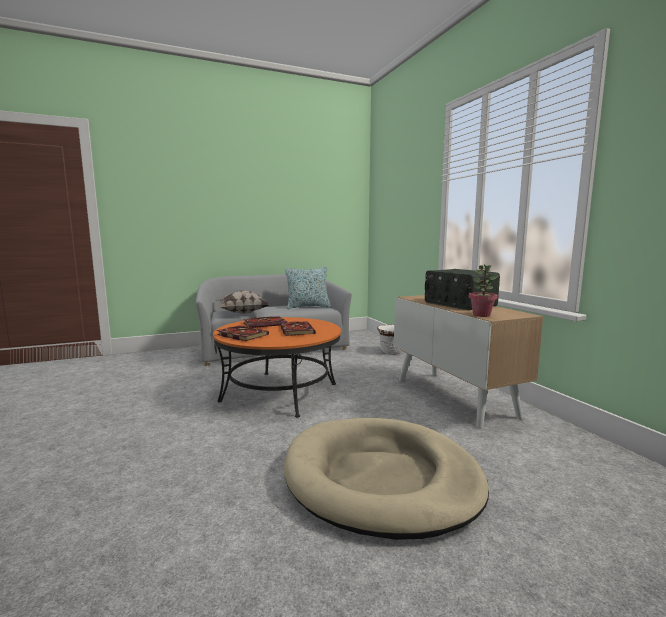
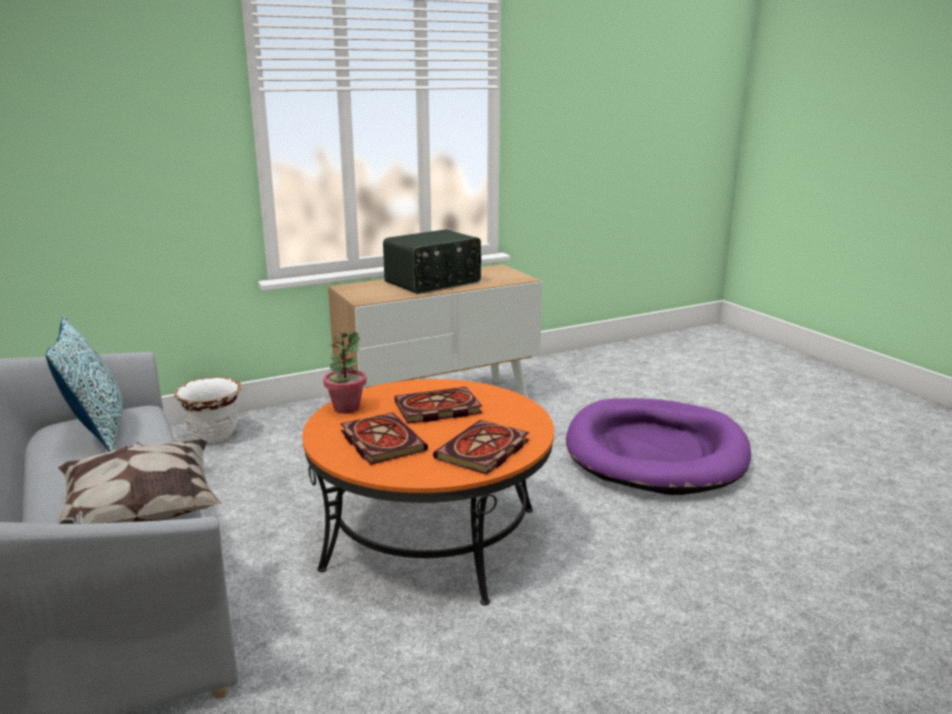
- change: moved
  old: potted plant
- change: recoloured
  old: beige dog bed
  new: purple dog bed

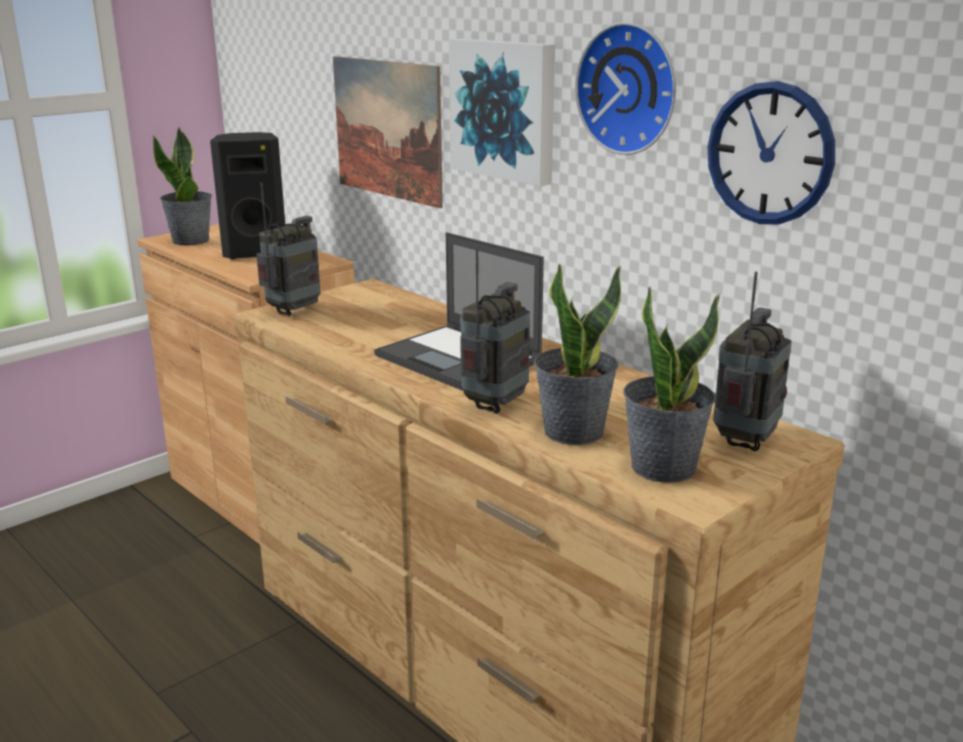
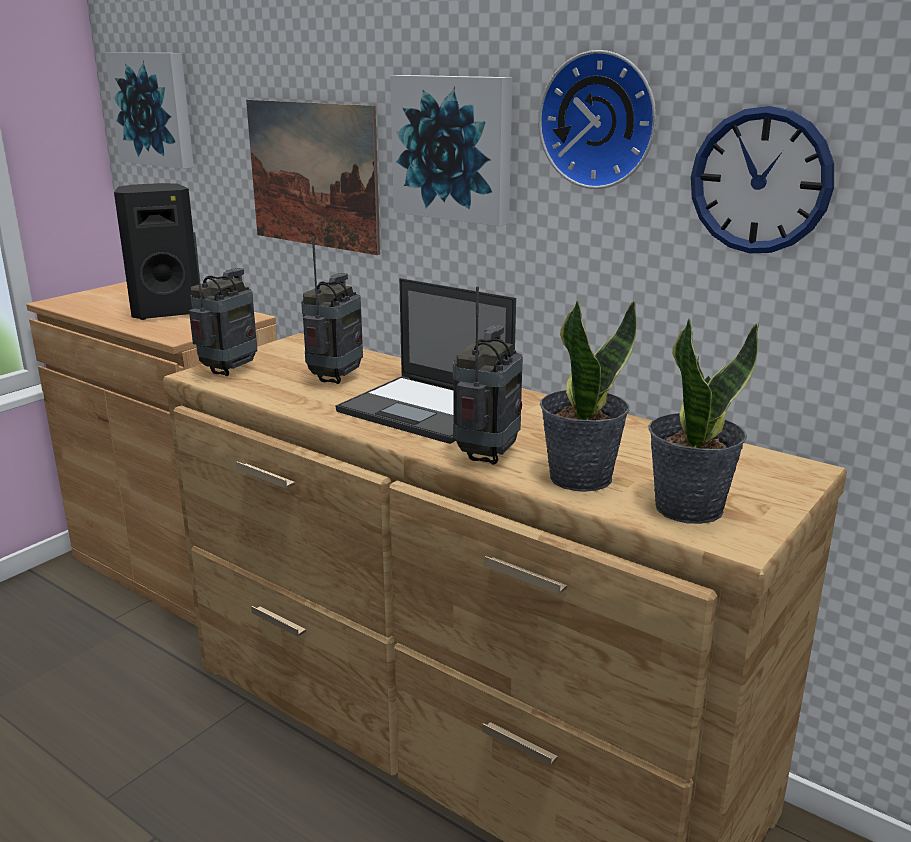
- change: removed
  old: potted plant (1st from left)
- change: moved
  old: radio (3rd from left in the first image)
  new: radio (2nd from left)
- change: added
  new: picture (1st from left)

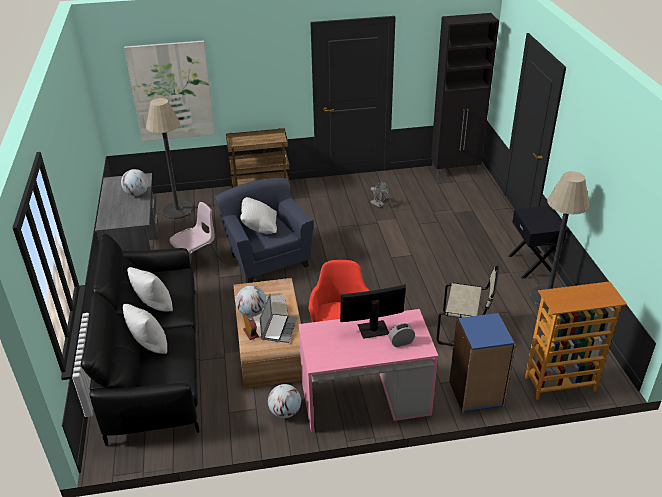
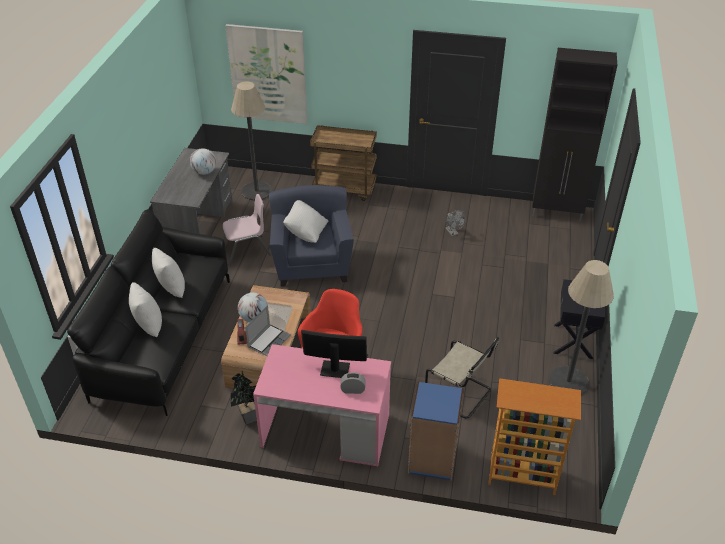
- change: replaced
  old: globe (3rd from left)
  new: potted plant

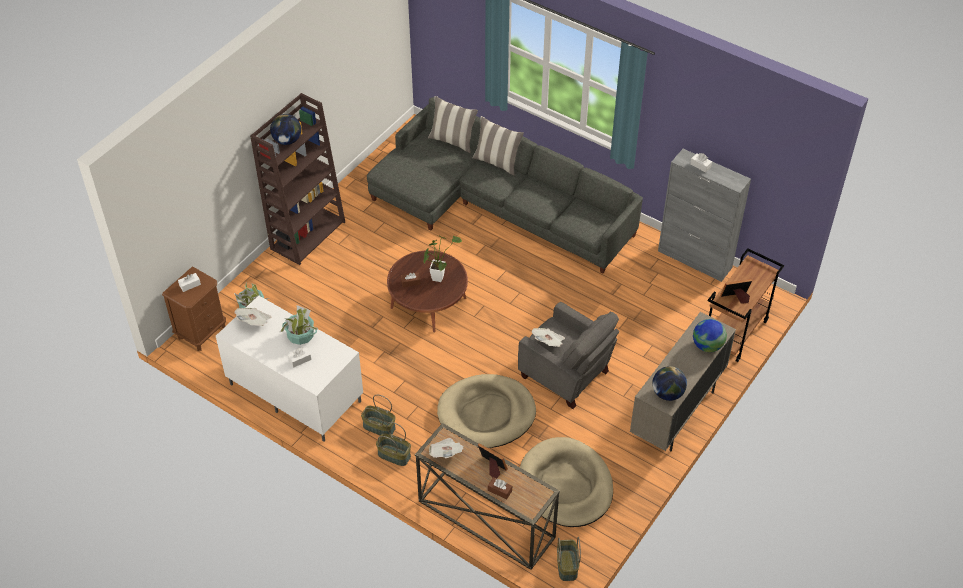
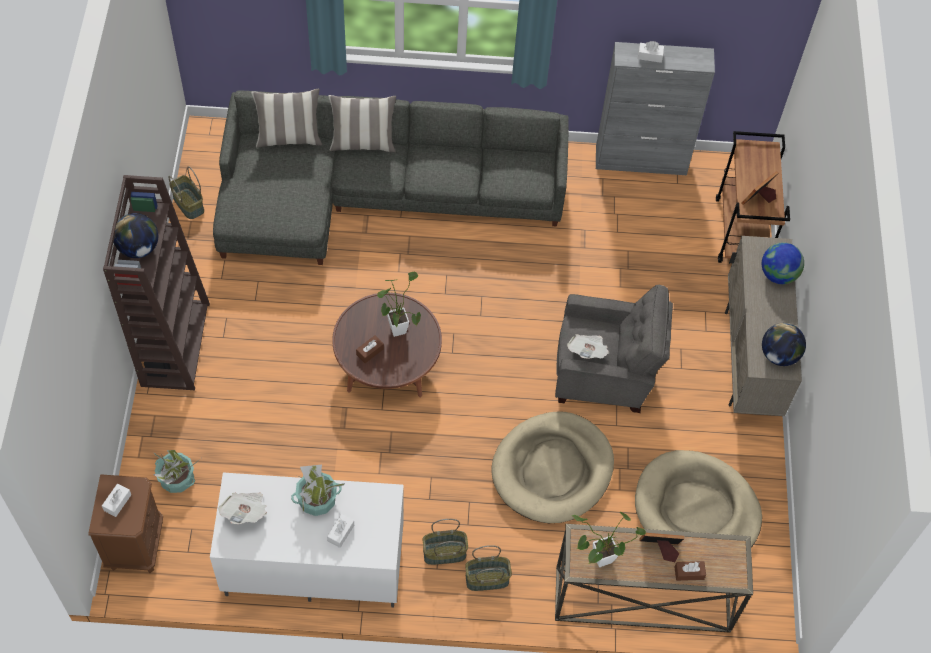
- change: replaced
  old: newspaper (2nd from left)
  new: potted plant (4th from left)
- change: moved
  old: basket (3rd from left in the first image)
  new: basket (1st from left)

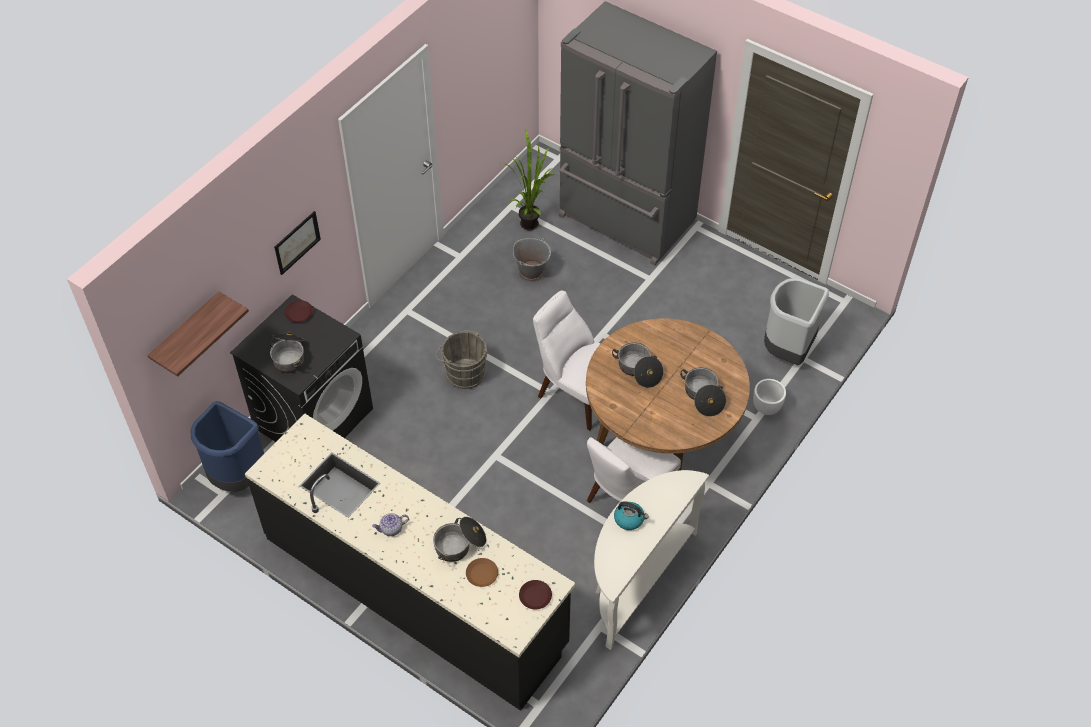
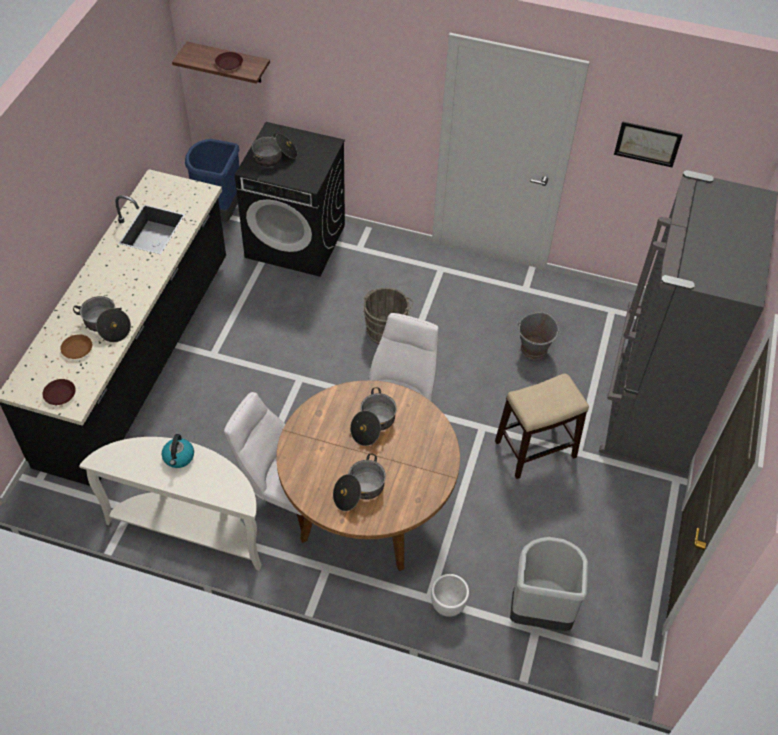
- change: removed
  old: potted plant
- change: moved
  old: picture
- change: moved
  old: brown plate (1st from left in the first image)
  new: brown plate (3rd from left)
- change: removed
  old: teapot
- change: added
  new: stool

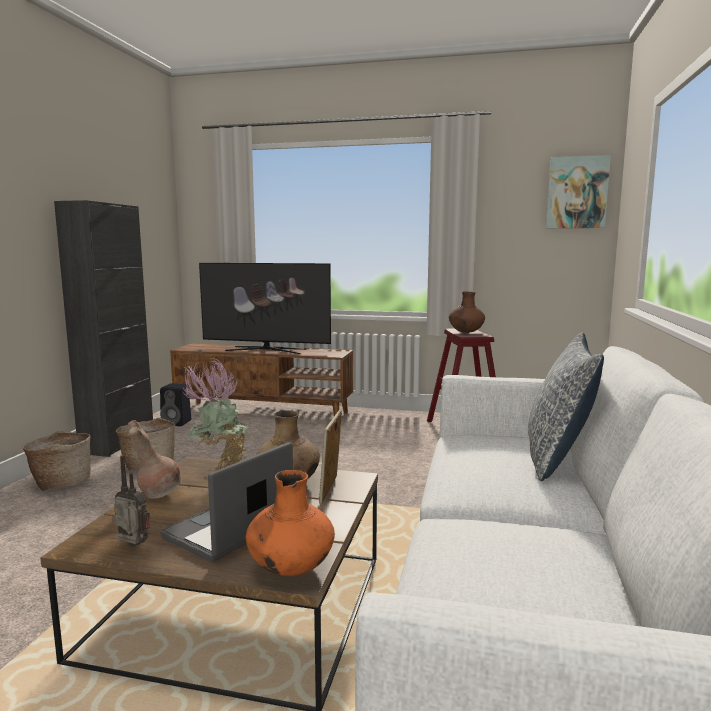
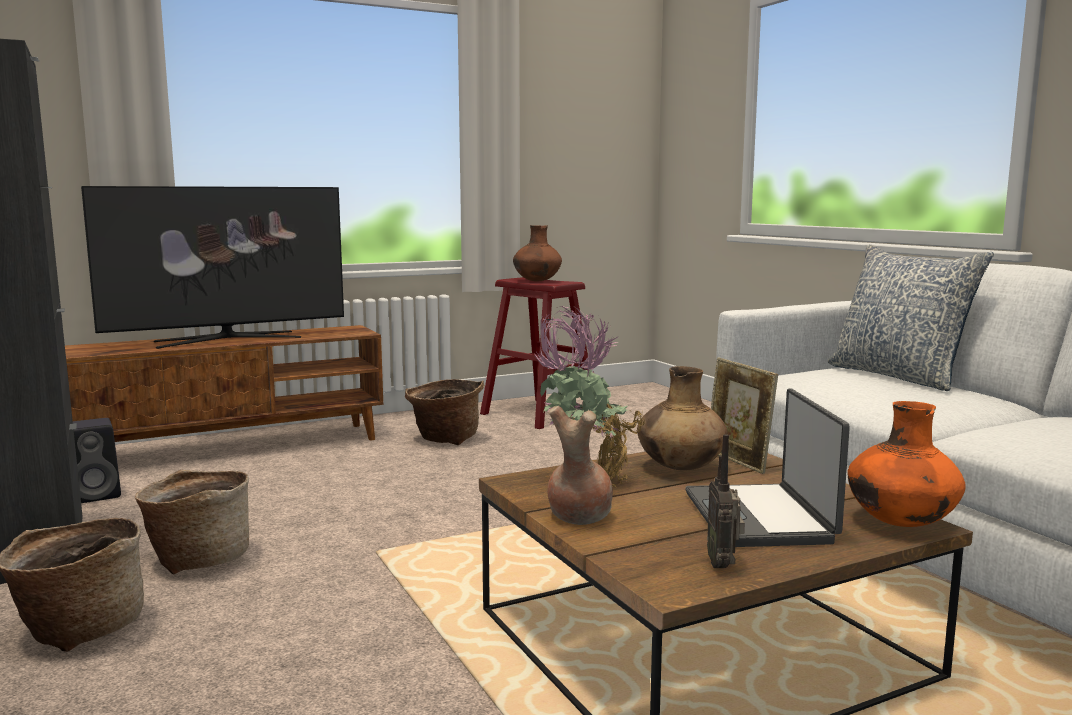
- change: removed
  old: picture
- change: turned
  old: radio
  degrees: -75
- change: added
  new: basket (3rd from left)

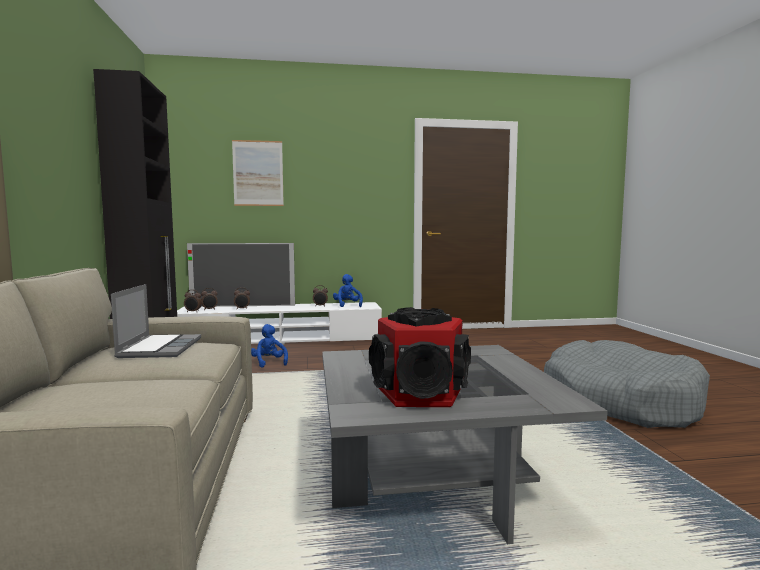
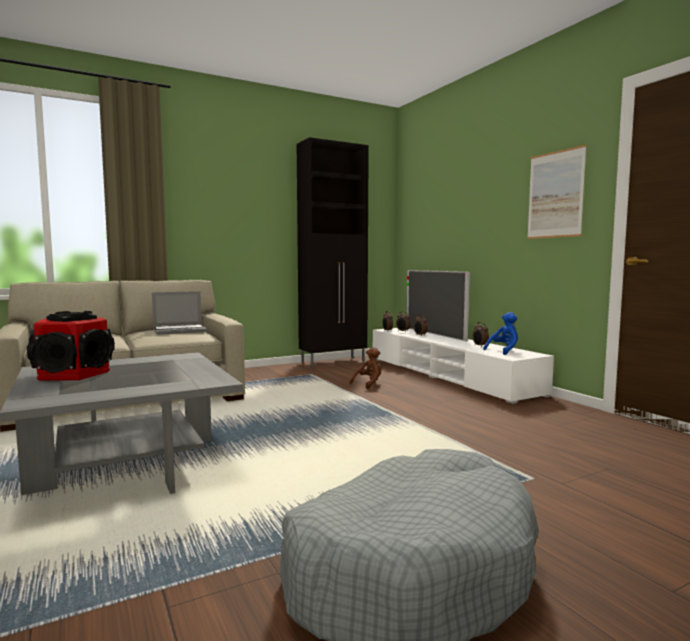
- change: moved
  old: picture
- change: recoloured
  old: blue plush toy (1st from left)
  new: brown plush toy

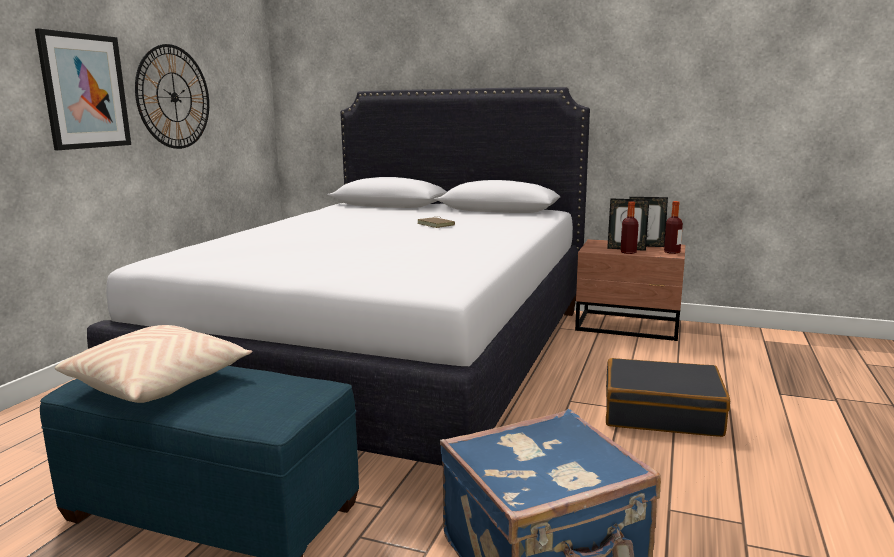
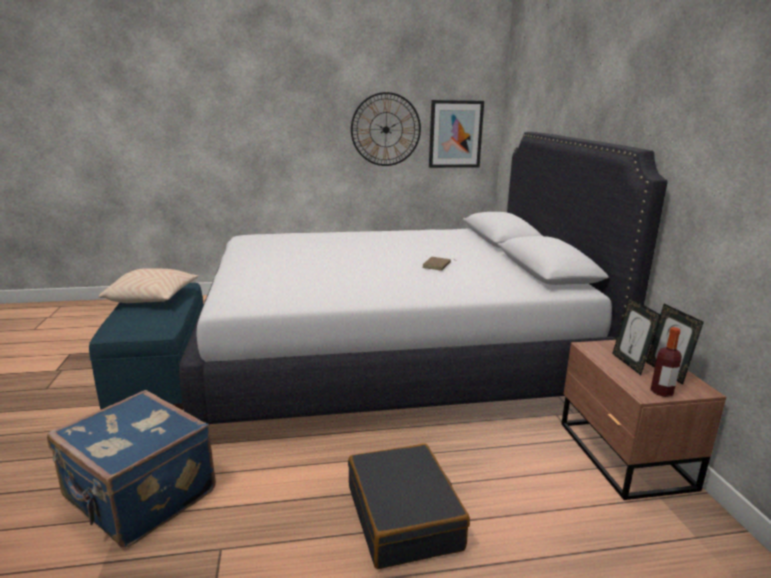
- change: moved
  old: picture
- change: removed
  old: bottle (1st from left)

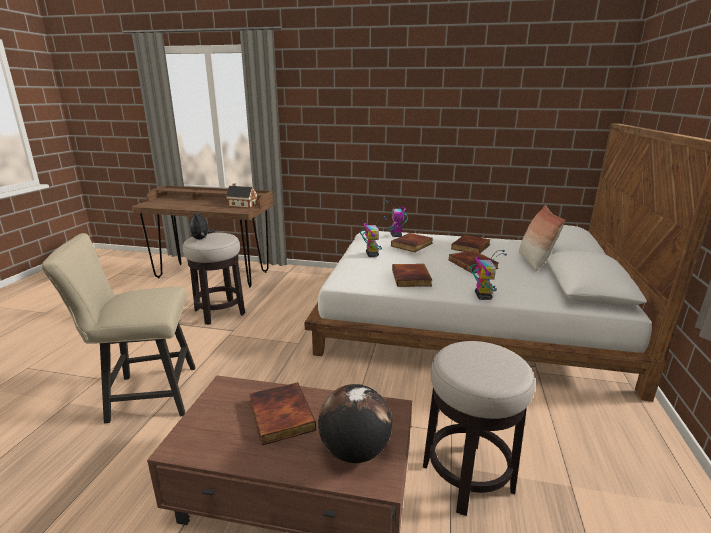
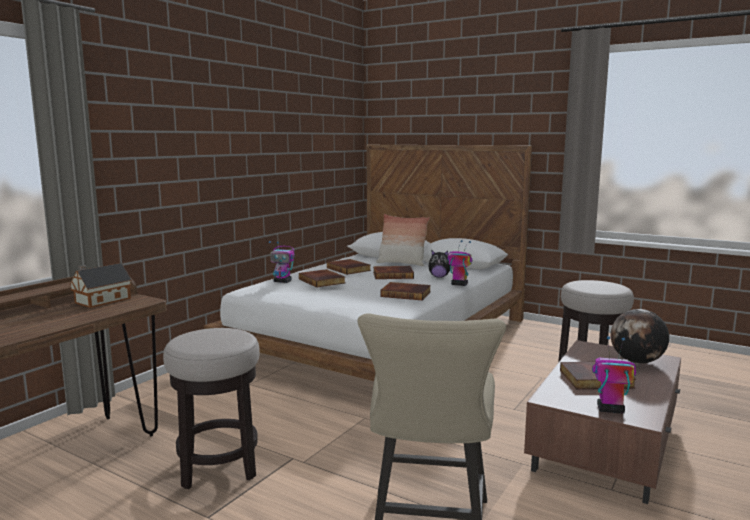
- change: moved
  old: plush toy
- change: moved
  old: toy robot (1st from left in the first image)
  new: toy robot (3rd from left)

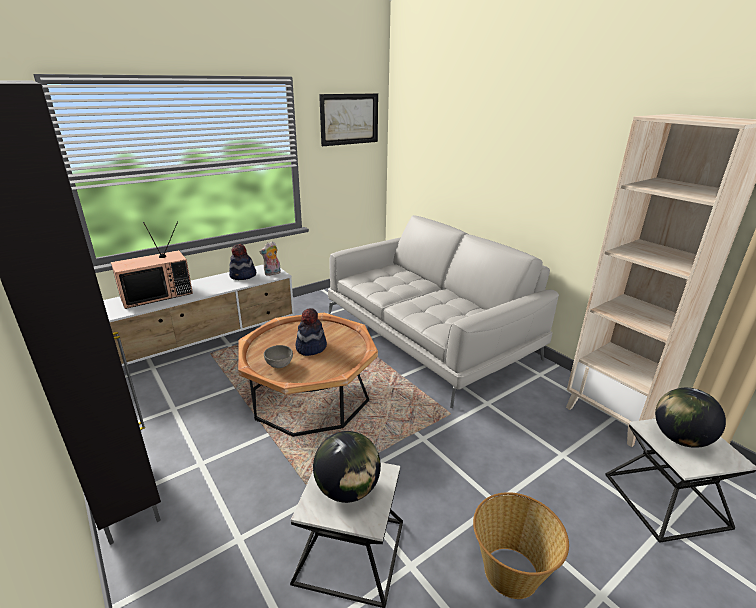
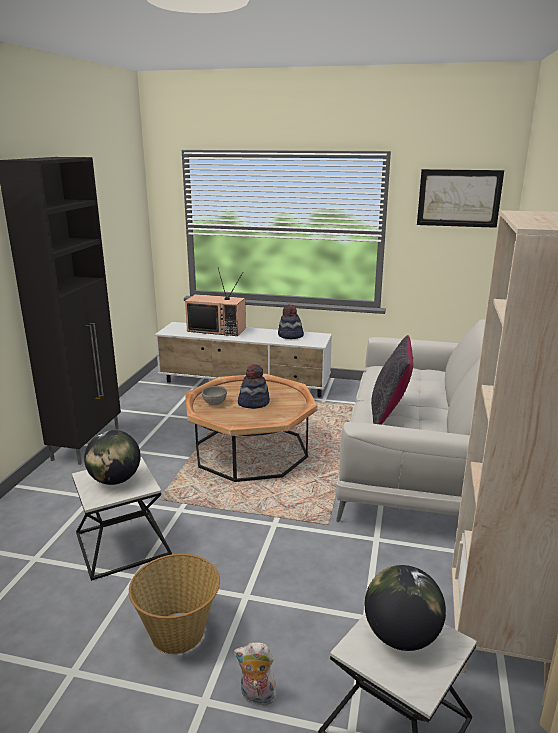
- change: moved
  old: plush toy
- change: added
  new: black pillow

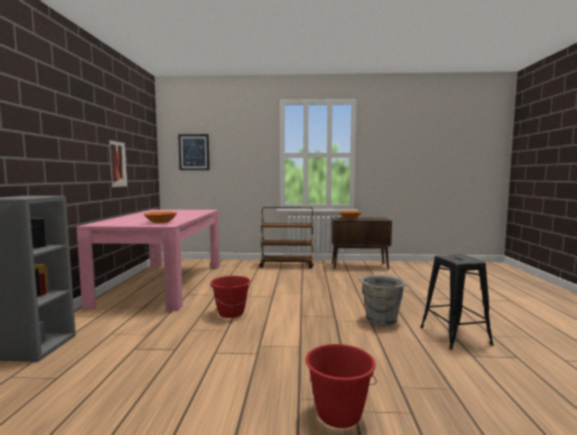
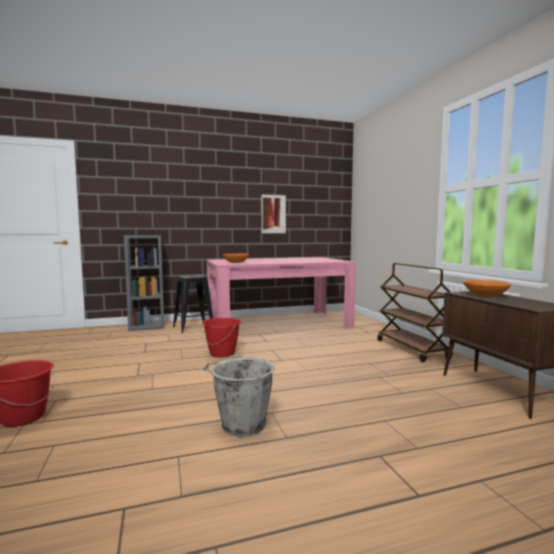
- change: removed
  old: picture (2nd from left)
- change: moved
  old: black stool

